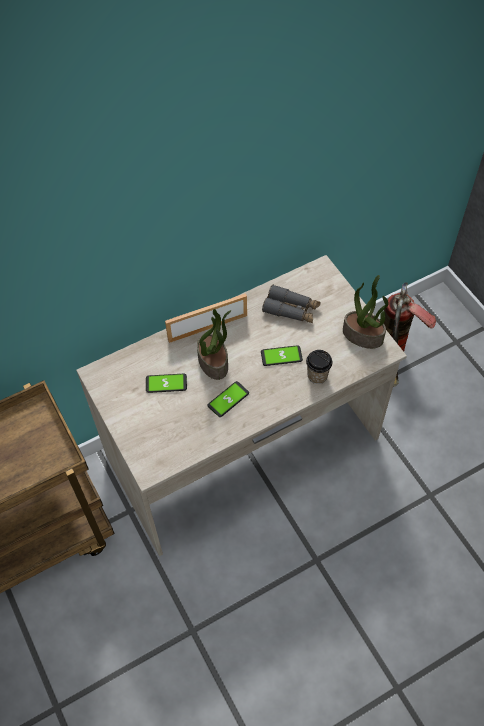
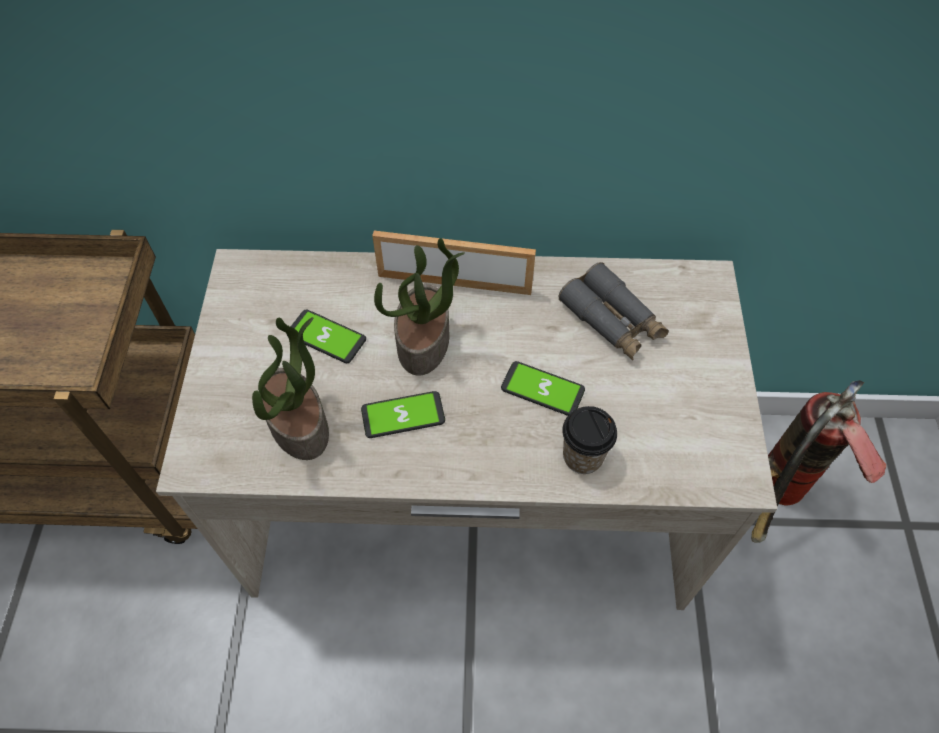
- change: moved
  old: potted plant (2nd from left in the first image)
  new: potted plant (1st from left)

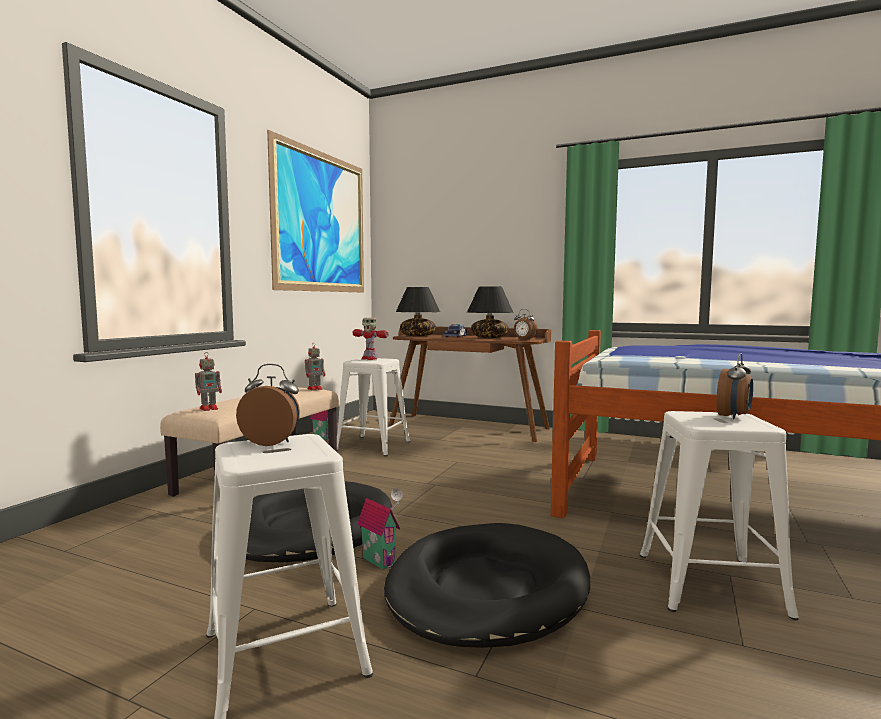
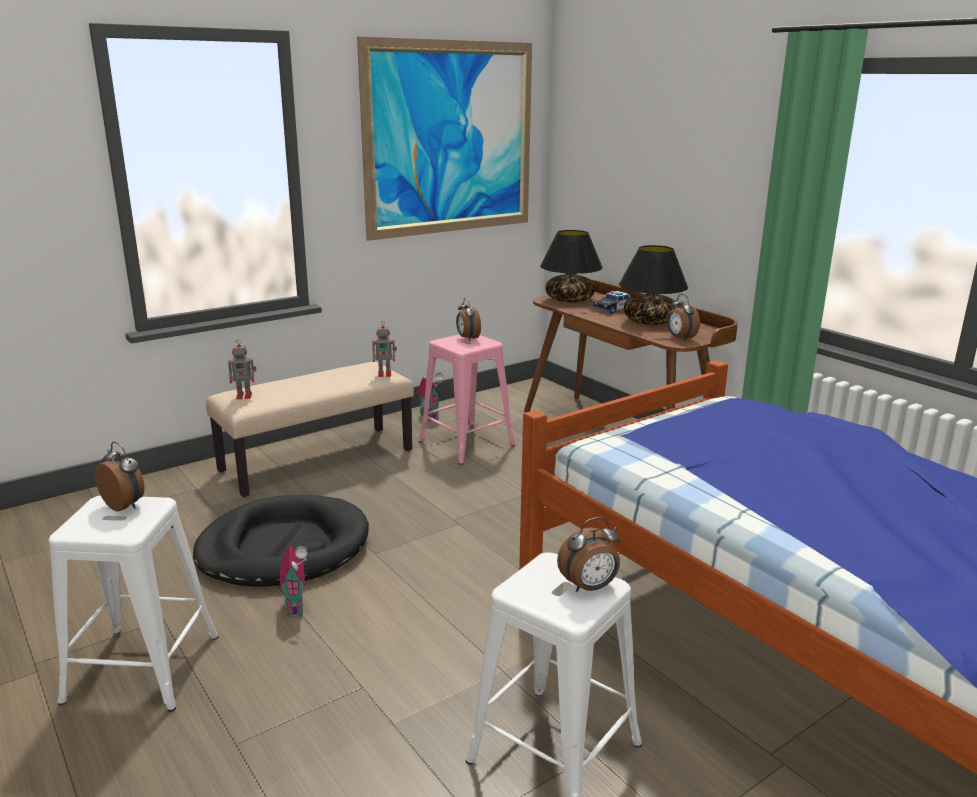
- change: replaced
  old: toy robot (3rd from left)
  new: alarm clock (2nd from left)
- change: recoloured
  old: white stool (2nd from left)
  new: pink stool
- change: removed
  old: black dog bed (2nd from left)

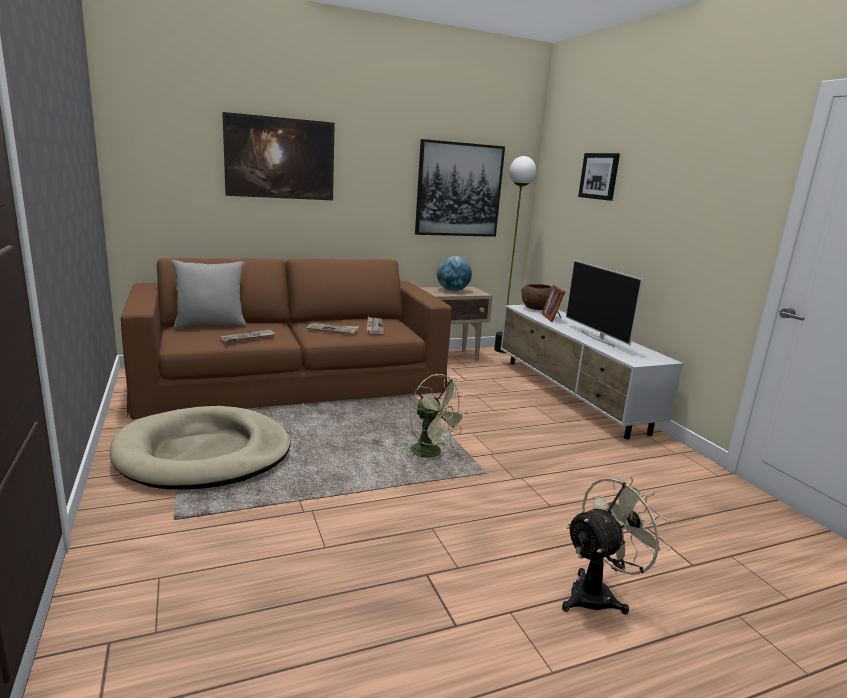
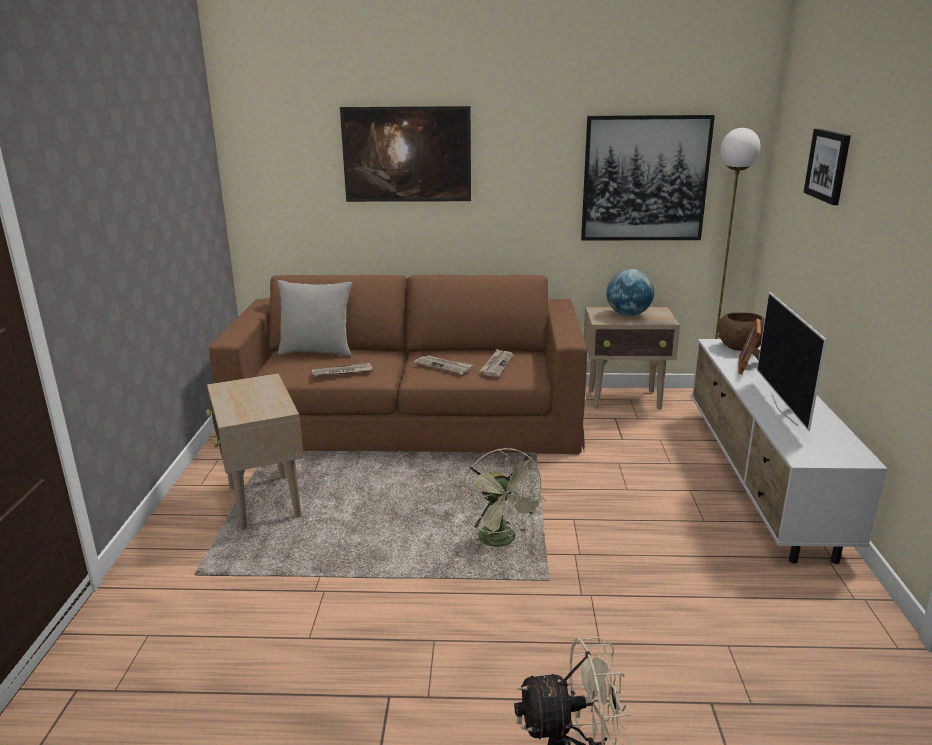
- change: replaced
  old: beige dog bed
  new: beige side table (1st from left)

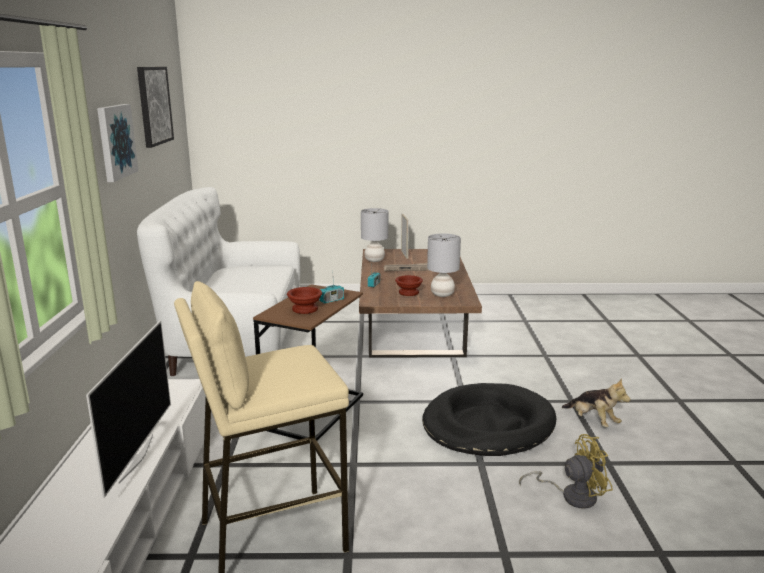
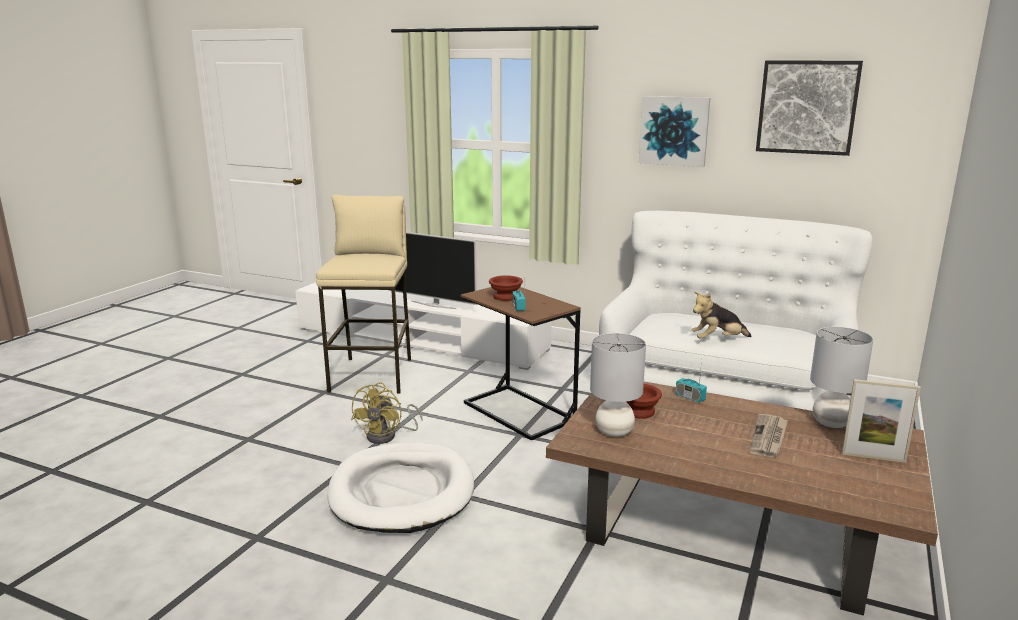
- change: moved
  old: plush toy
- change: recoloured
  old: black dog bed
  new: white dog bed
- change: moved
  old: yellow fan

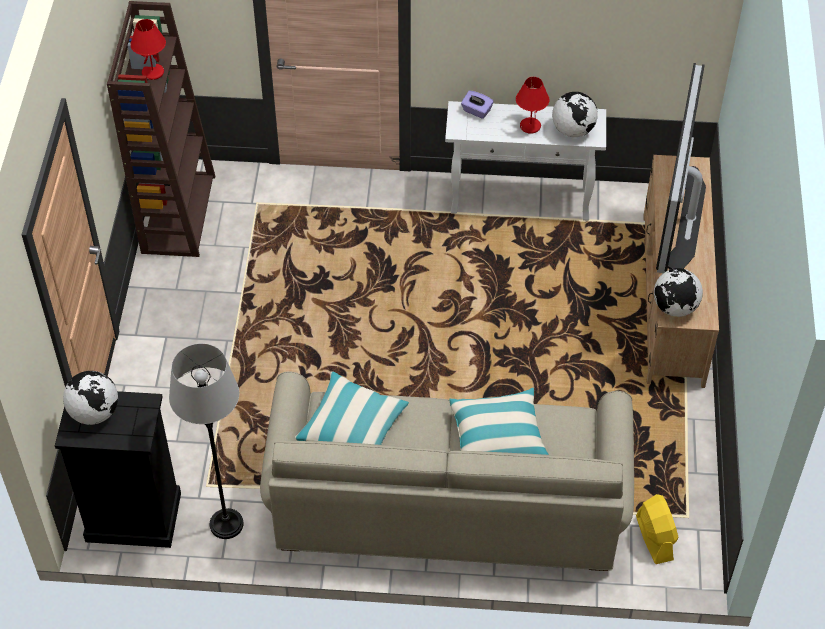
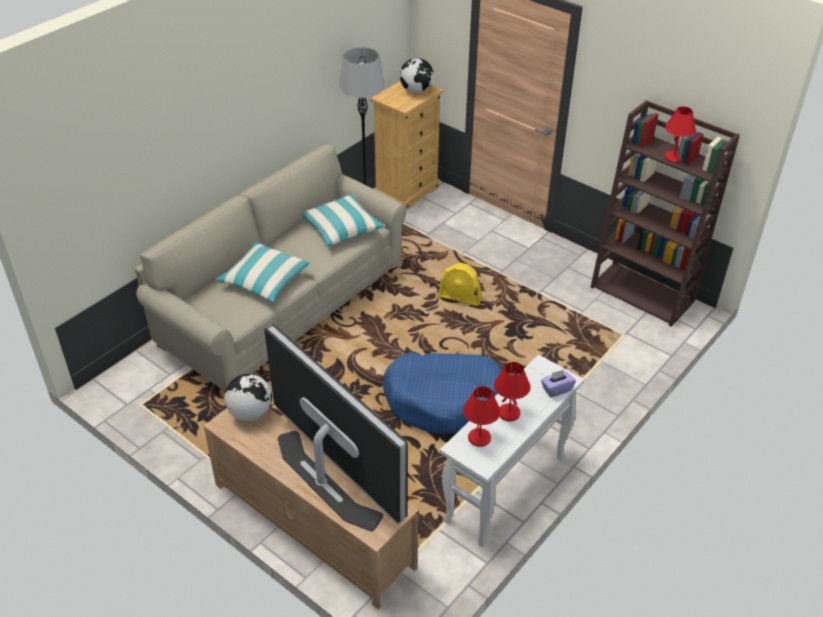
- change: replaced
  old: globe (2nd from left)
  new: red table lamp (1st from left)
- change: recoloured
  old: black dresser
  new: beige dresser
- change: moved
  old: yellow fan
- change: added
  new: blue dog bed

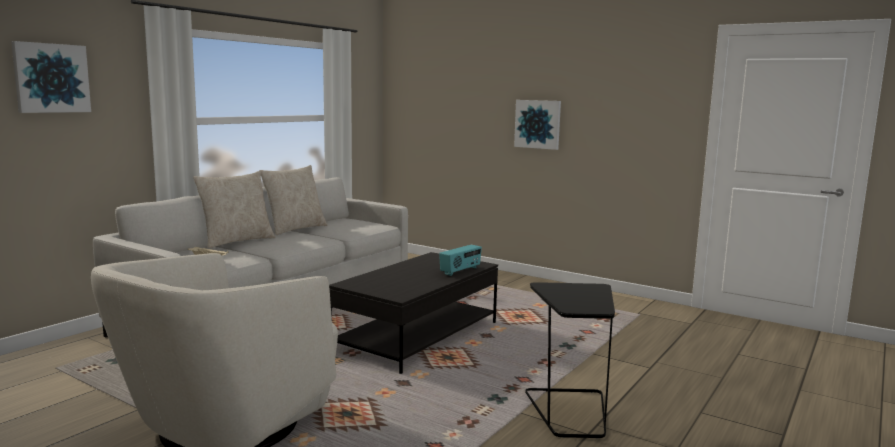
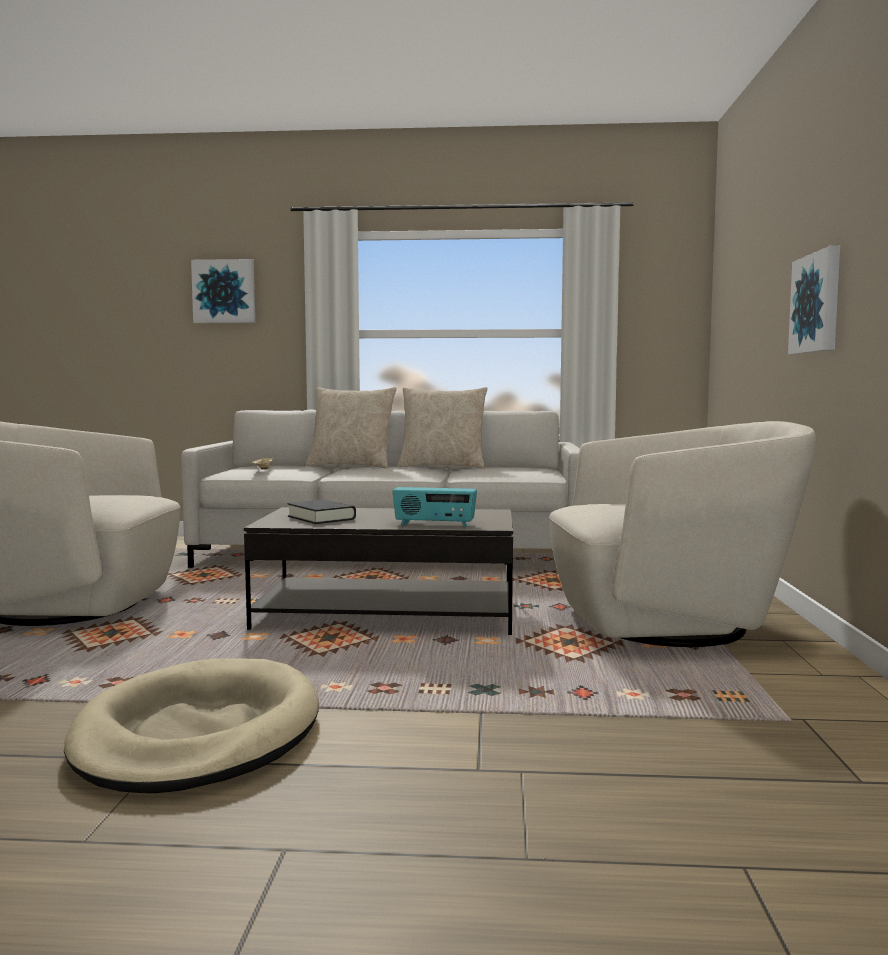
- change: replaced
  old: black side table
  new: beige dog bed
- change: added
  new: beige armchair (2nd from left)
- change: added
  new: black book

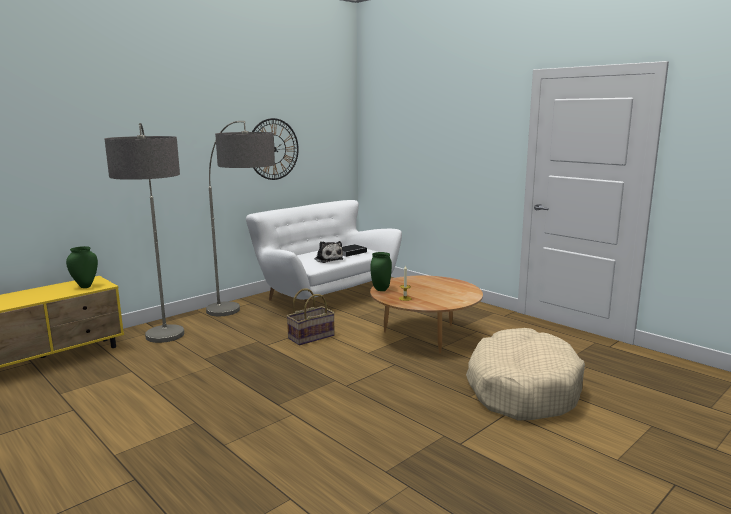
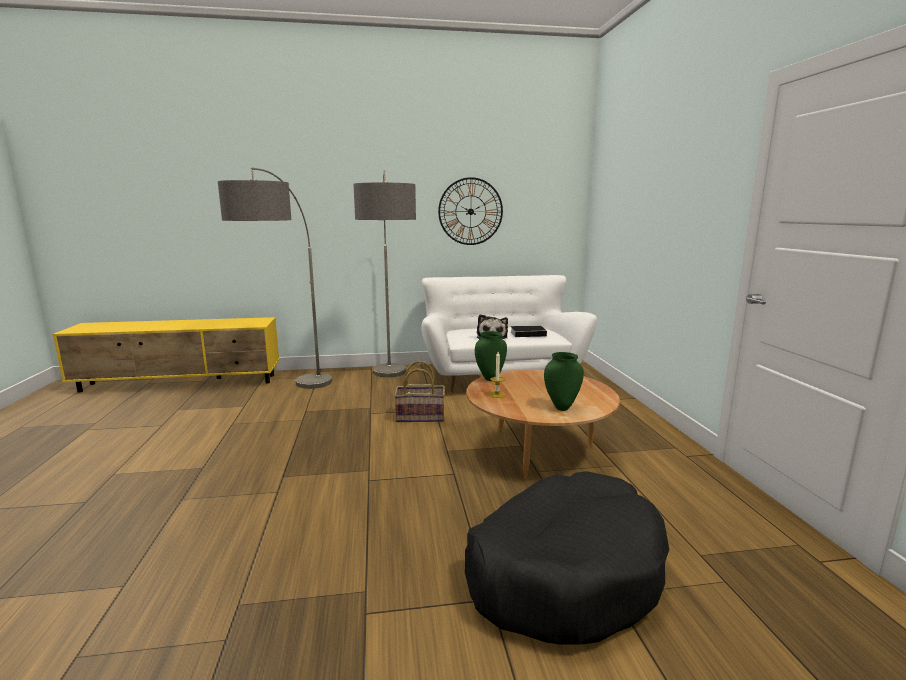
- change: moved
  old: green vase (1st from left in the first image)
  new: green vase (2nd from left)
- change: recoloured
  old: beige dog bed
  new: black dog bed

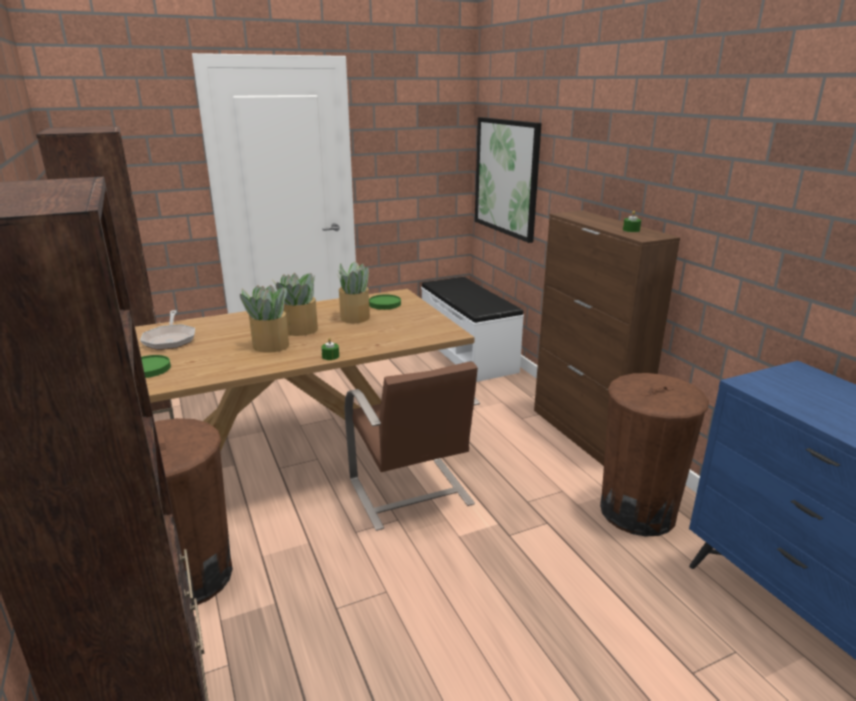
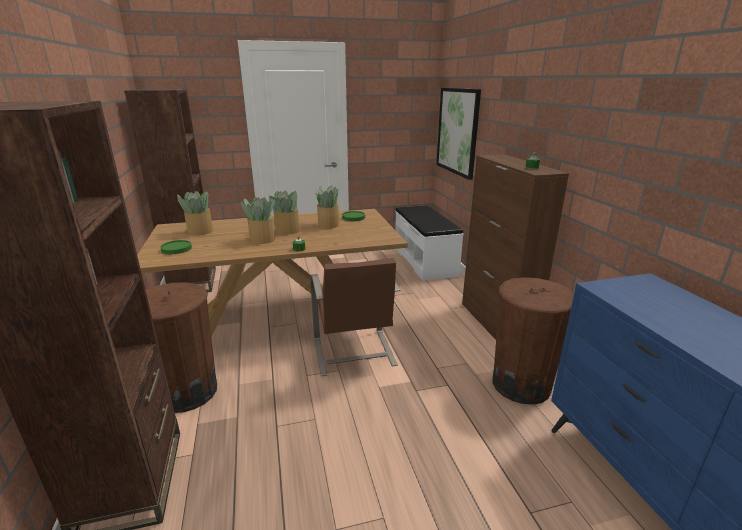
- change: replaced
  old: frying pan
  new: potted plant (1st from left)

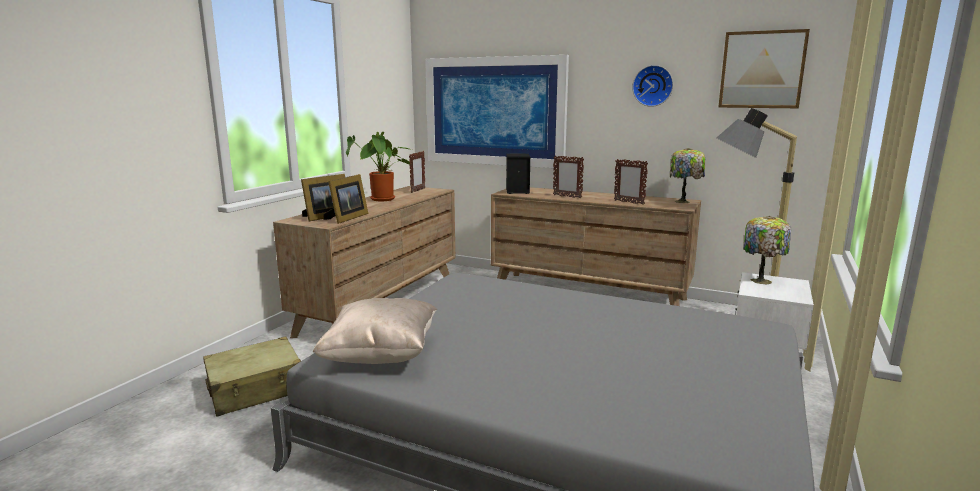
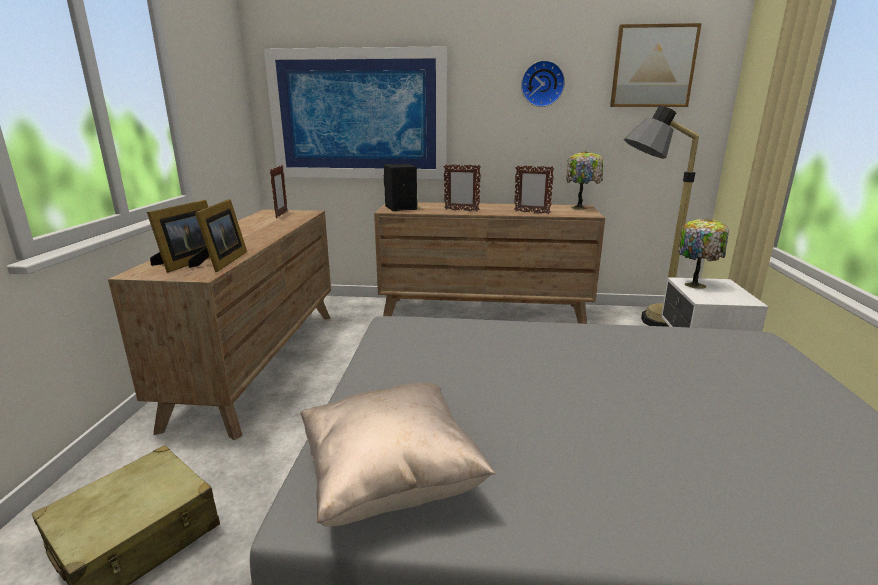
- change: removed
  old: potted plant

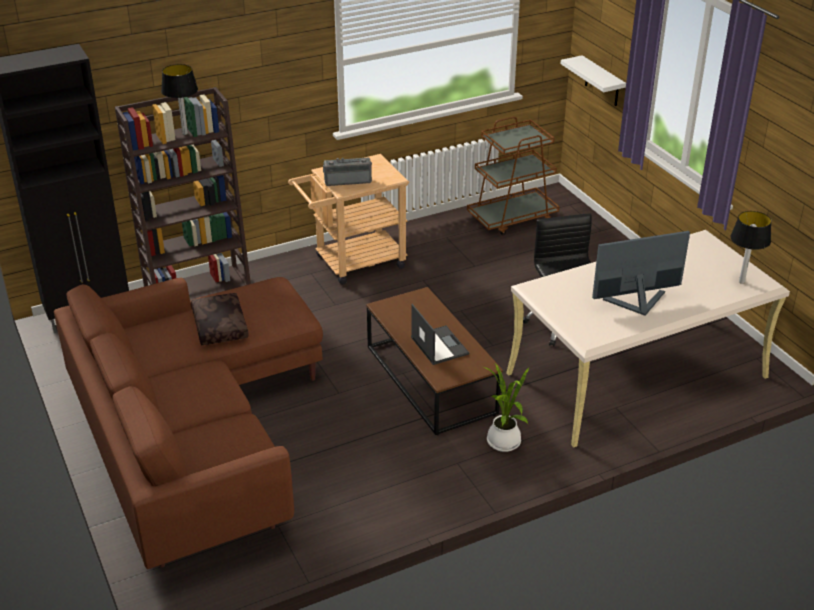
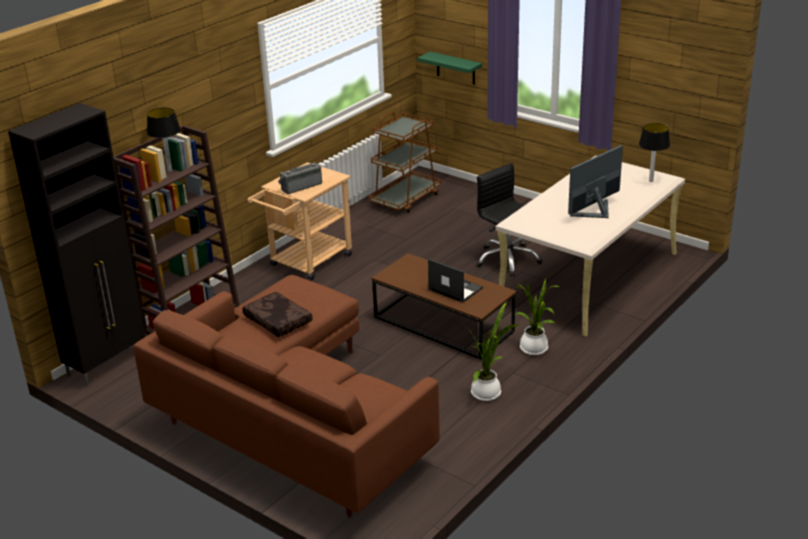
- change: recoloured
  old: white shelf
  new: green shelf
- change: added
  new: potted plant (1st from left)

